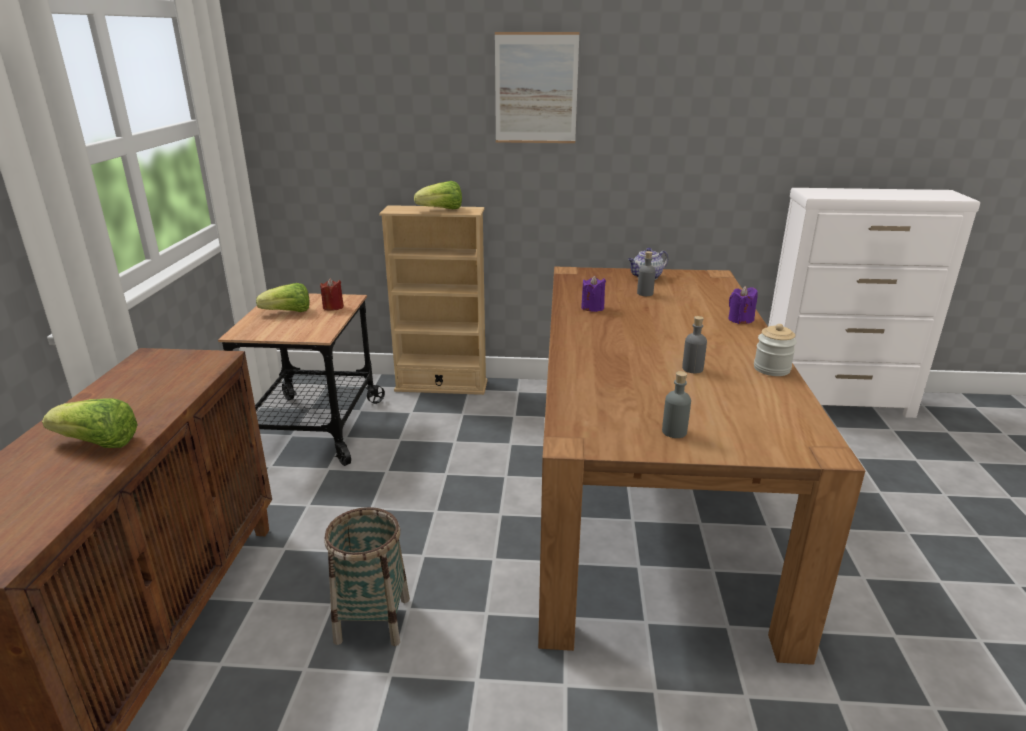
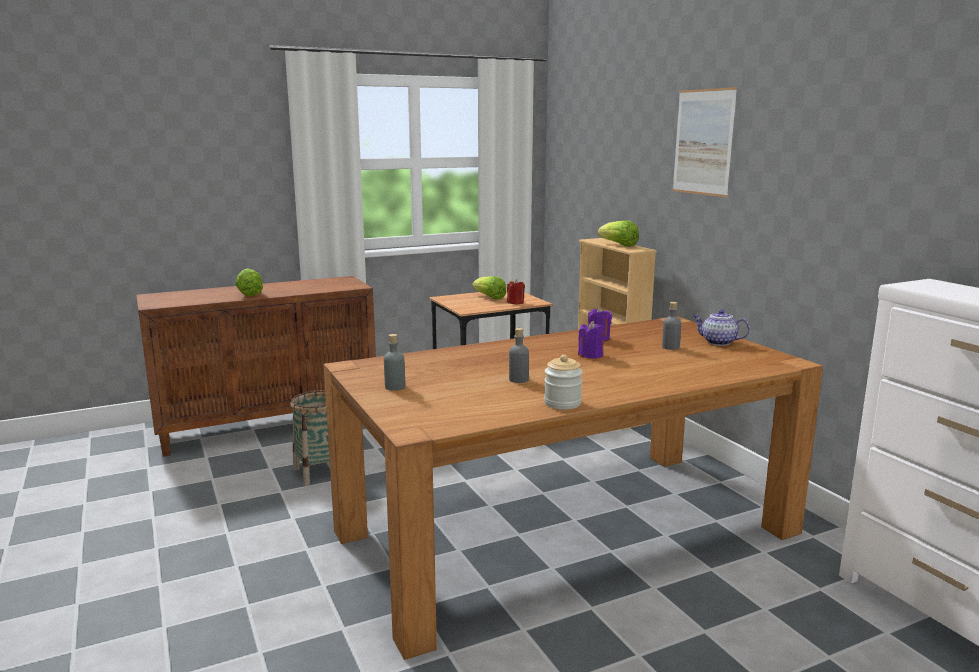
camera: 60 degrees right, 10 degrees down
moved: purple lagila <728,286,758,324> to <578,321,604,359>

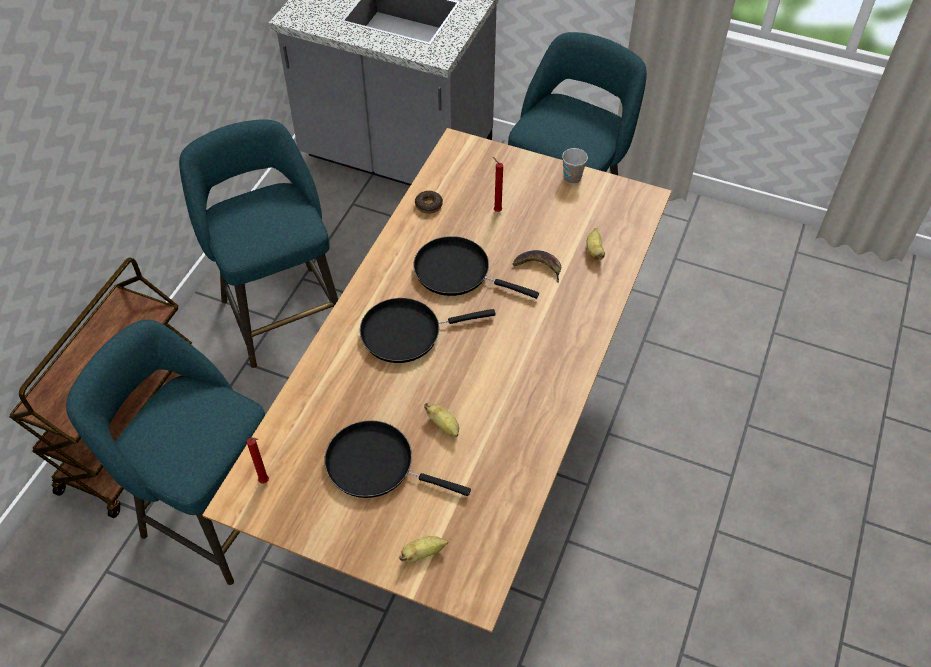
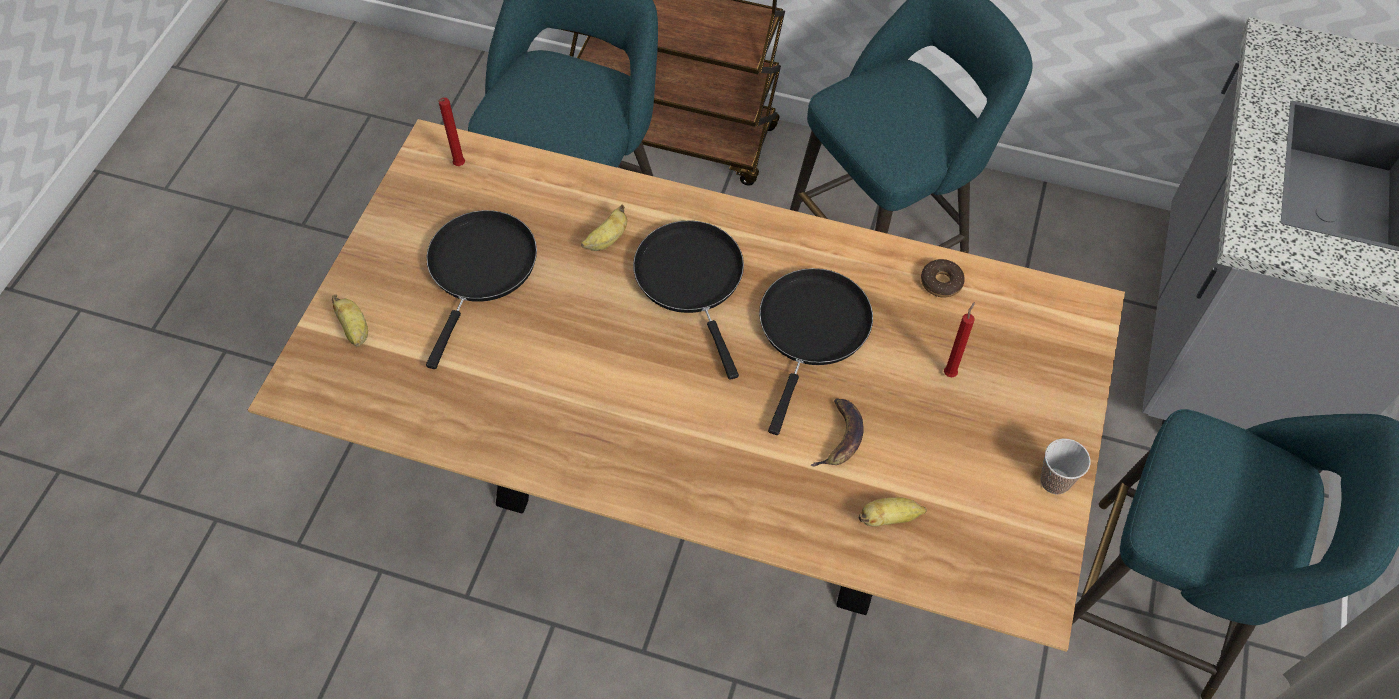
camera: 85 degrees right, 5 degrees up
moved: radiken <424,403,459,437> to <581,204,627,251>

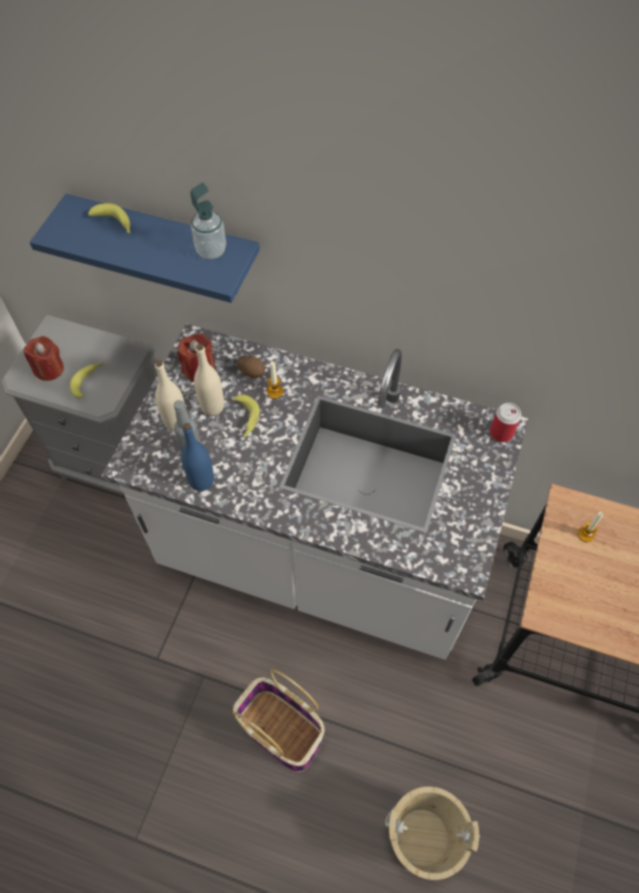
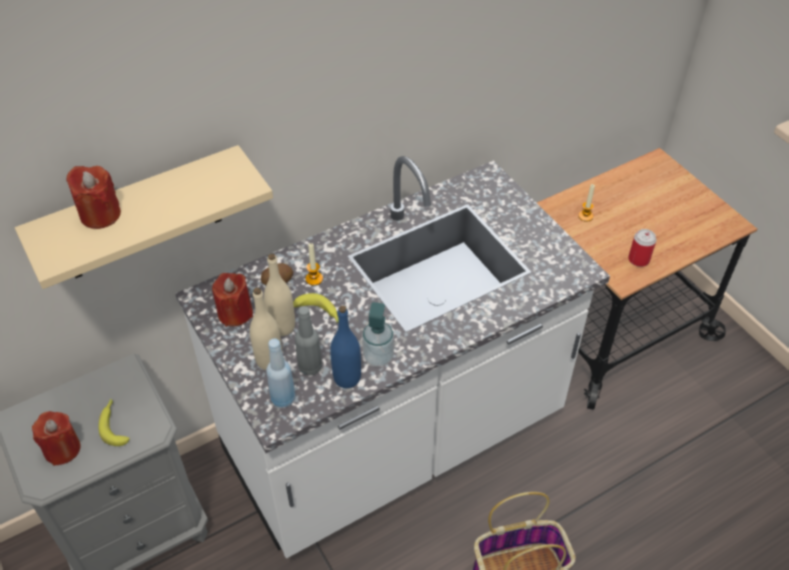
camera: 50 degrees left, 10 degrees down
removed: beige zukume <385,786,480,880>
added: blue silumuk <266,338,295,408>
moved: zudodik <190,183,226,259> to <362,302,394,367>; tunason <490,403,521,442> to <628,229,656,267>
replaced: radiken <88,203,131,234> to red lagila <66,166,121,229>
recoloured: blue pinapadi <30,194,260,303> to beige pinapadi <15,145,273,289>

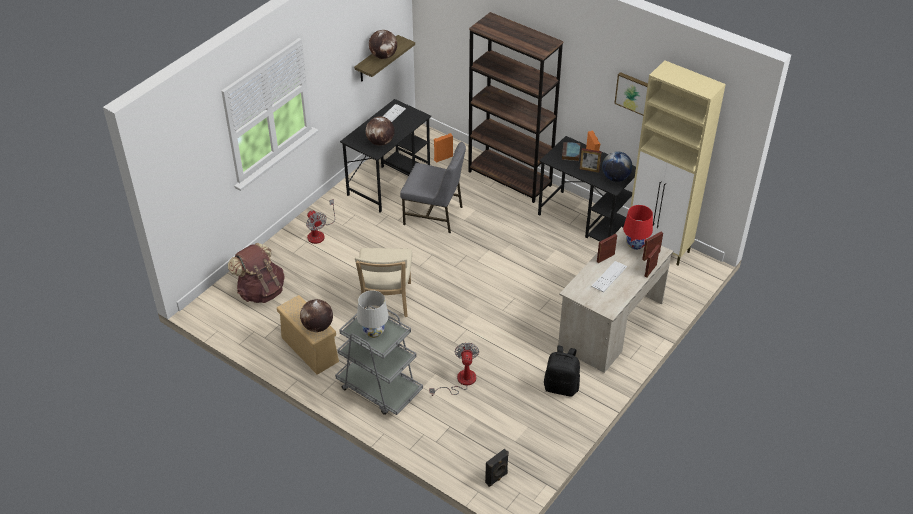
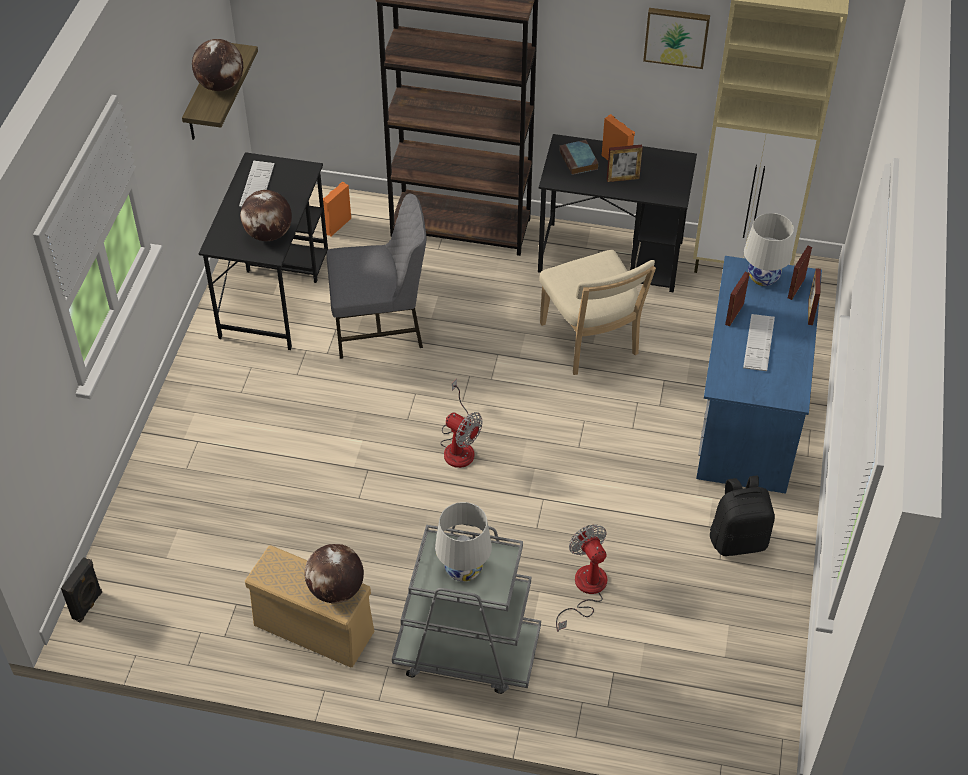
camera: 25 degrees left, 5 degrees up
removed: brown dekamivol <228,243,285,303>; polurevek <602,151,632,182>
moved: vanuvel <306,199,335,244> to <440,379,483,468>; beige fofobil <355,248,412,317> to <539,250,656,375>; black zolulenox <485,449,509,487> to <61,557,102,623>
recoloured: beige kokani <558,227,673,373> to blue kokani <696,256,822,494>; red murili <623,205,653,250> to white murili <744,213,794,286>

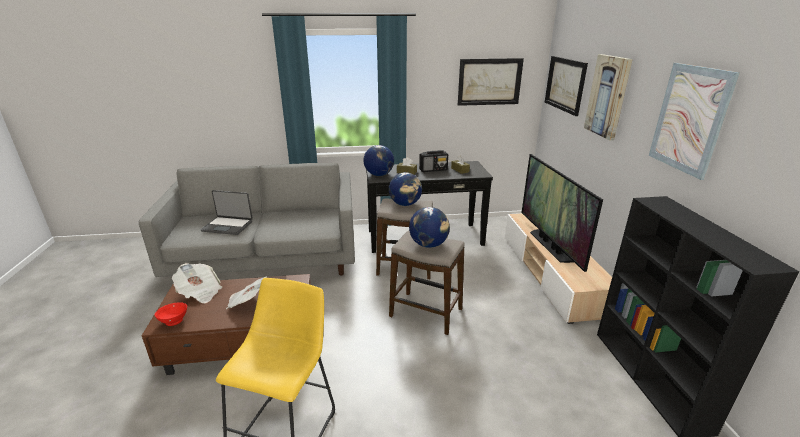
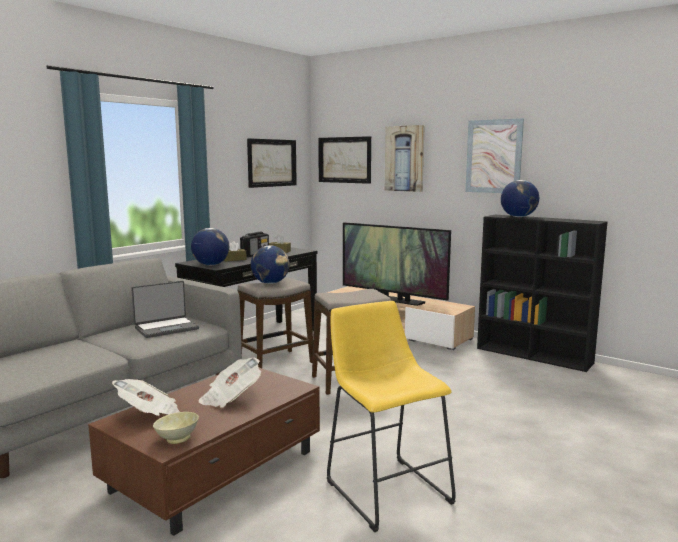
camera: 45 degrees left, 15 degrees down
moved: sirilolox <200,190,253,235> to <131,281,199,338>; polurevek <409,207,450,248> to <501,180,539,217>
recoloured: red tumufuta <155,302,187,326> to beige tumufuta <153,412,199,444>

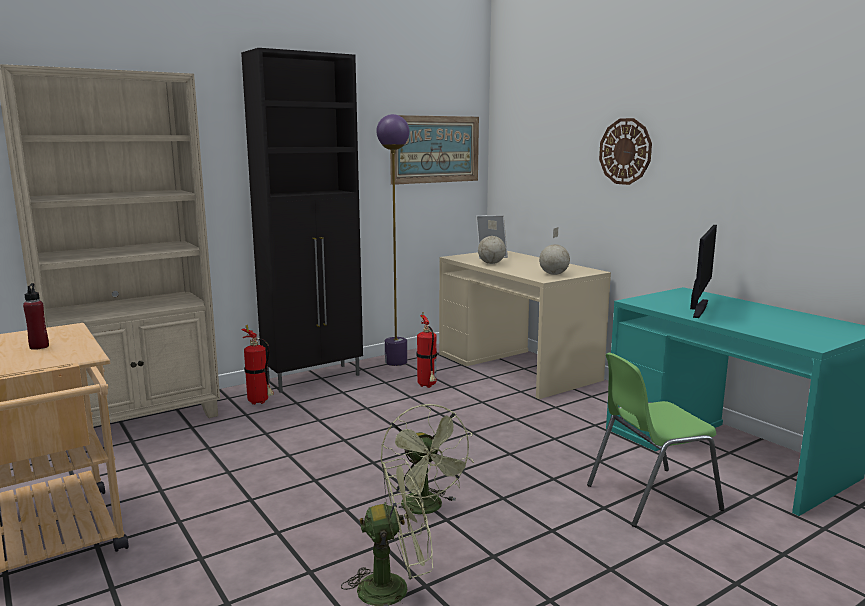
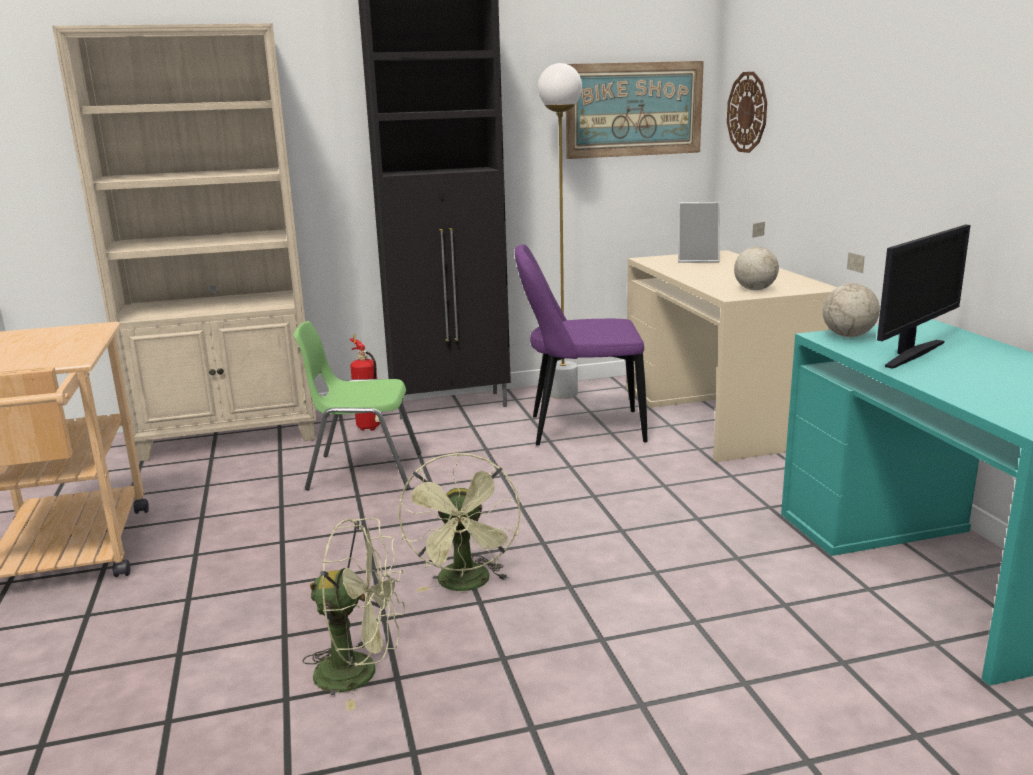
camera: 20 degrees right, 5 degrees up
removed: red silumuk <23,283,49,350>
moved: polurevek <478,220,506,264> to <823,252,880,337>; green fofobil <587,353,725,527> to <294,321,421,490>; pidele <599,118,652,185> to <727,72,767,153>
replaced: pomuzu <416,313,437,388> to purple fofobil <515,244,647,445>
recoloured: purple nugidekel <376,114,410,366> to white nugidekel <538,63,582,399>

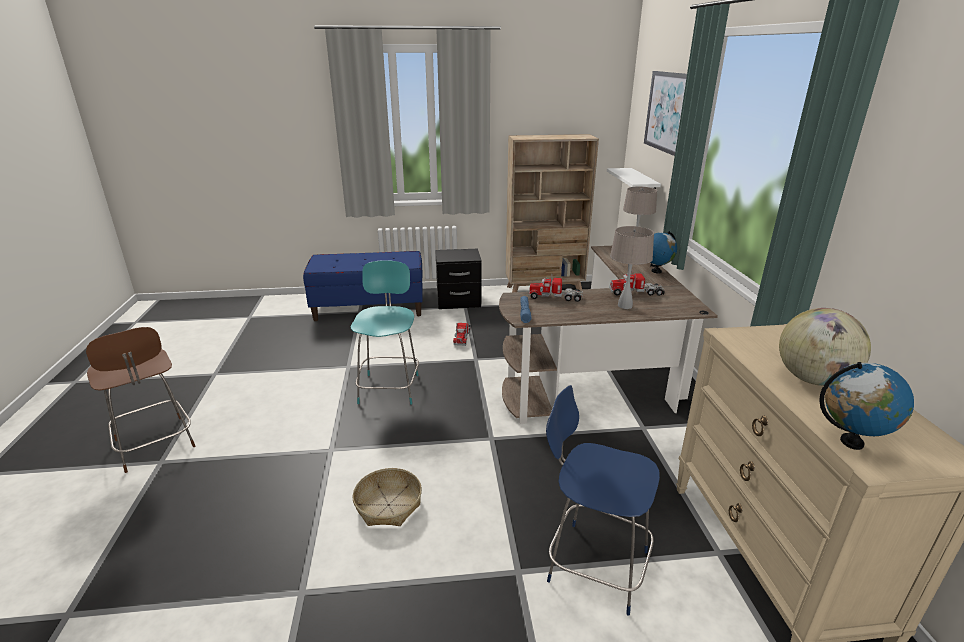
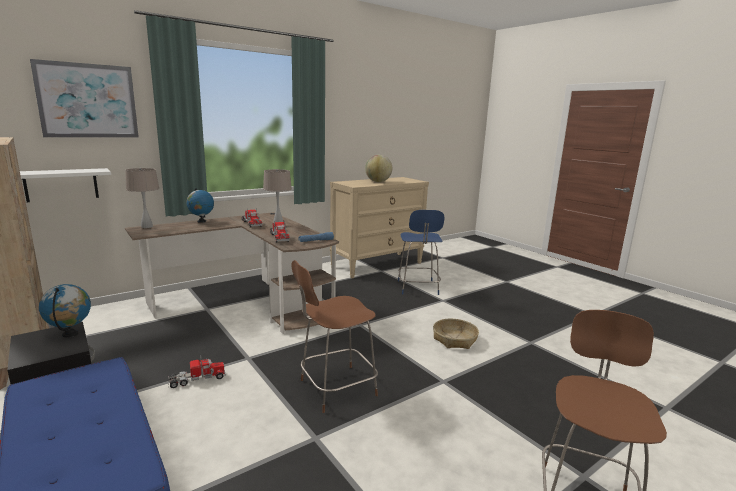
camera: 120 degrees left, 10 degrees down
moved: polurevek <819,362,914,450> to <39,284,91,337>
recoloured: turquoise fofobil <351,260,419,405> to brown fofobil <291,260,378,413>

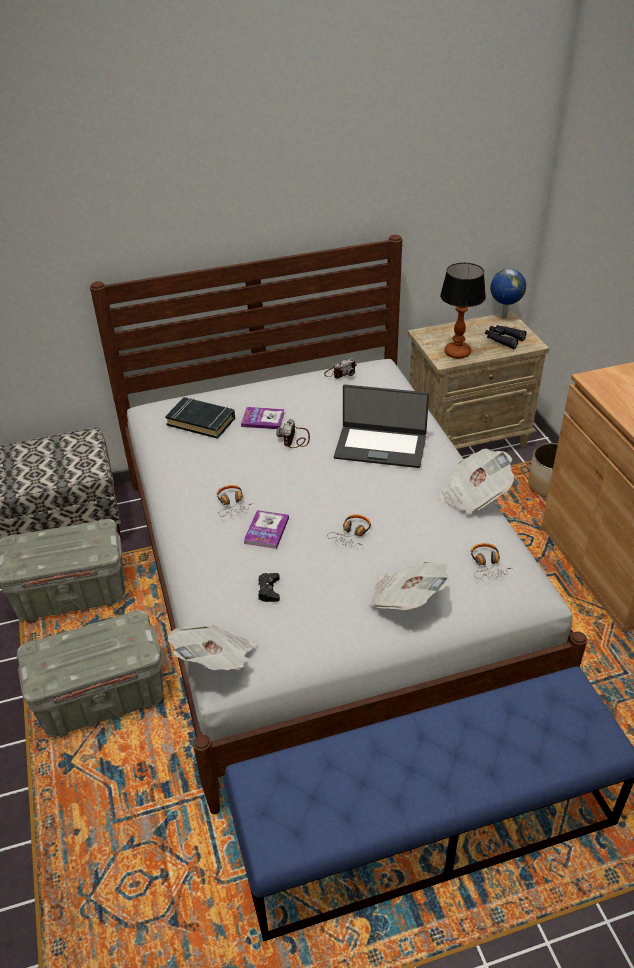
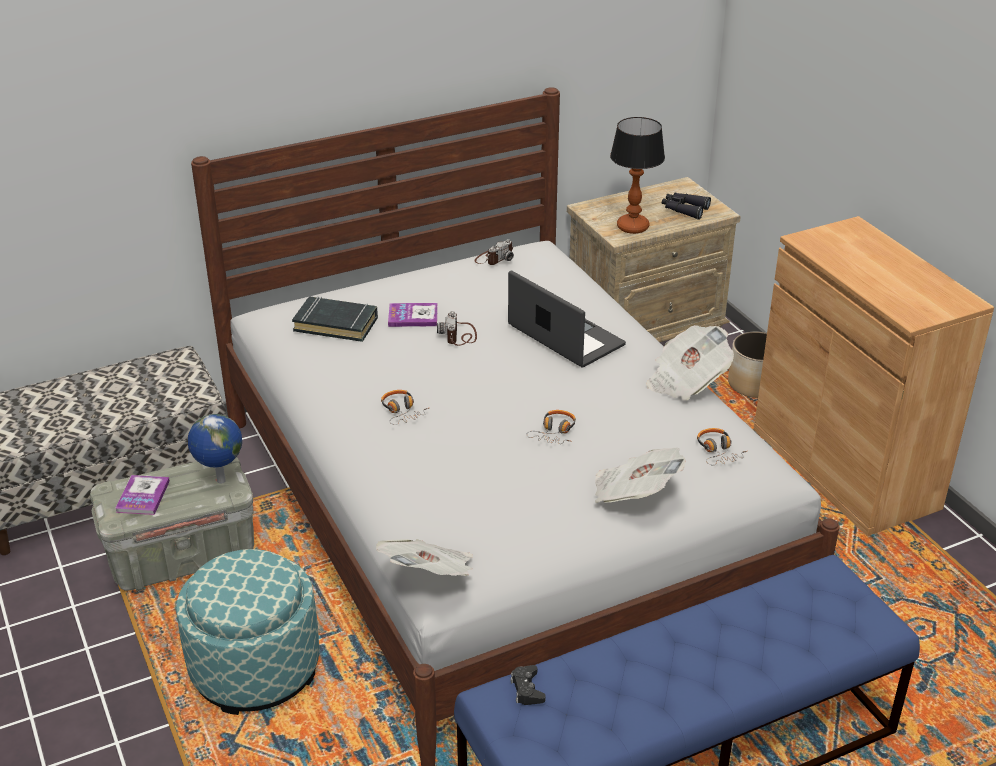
camera: 10 degrees left, 5 degrees down
moved: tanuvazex <244,510,289,549> to <115,475,170,515>; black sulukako <258,573,280,602> to <510,665,546,705>; polurevek <490,269,526,318> to <188,414,242,484>
replaced: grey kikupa <17,610,163,737> to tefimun <176,549,319,715>
turned: sirilolox <334,385,429,468> = <508,270,626,368> 135 degrees counterclockwise

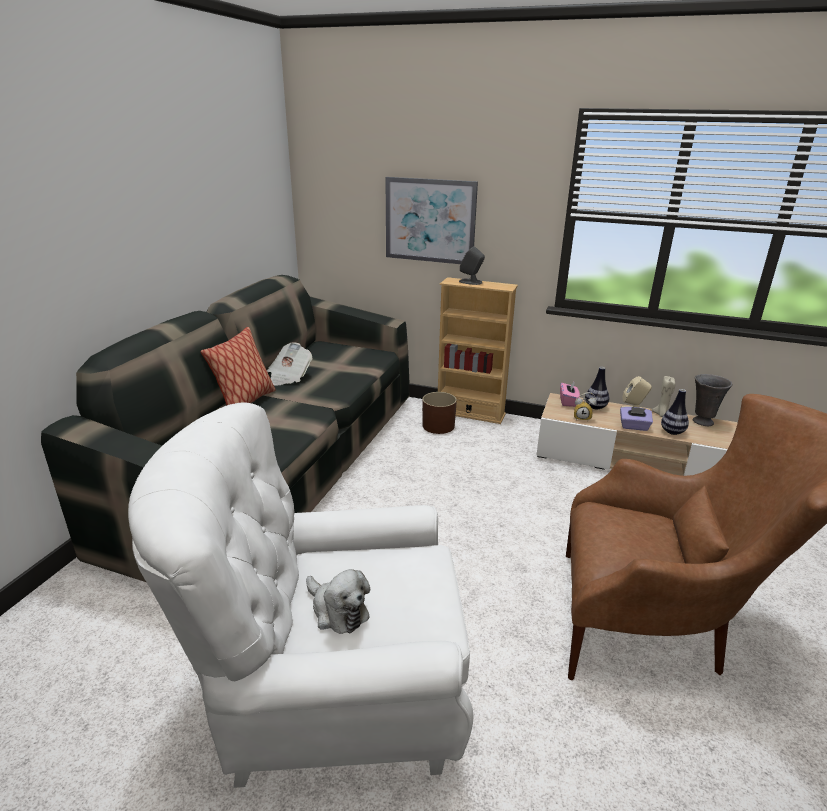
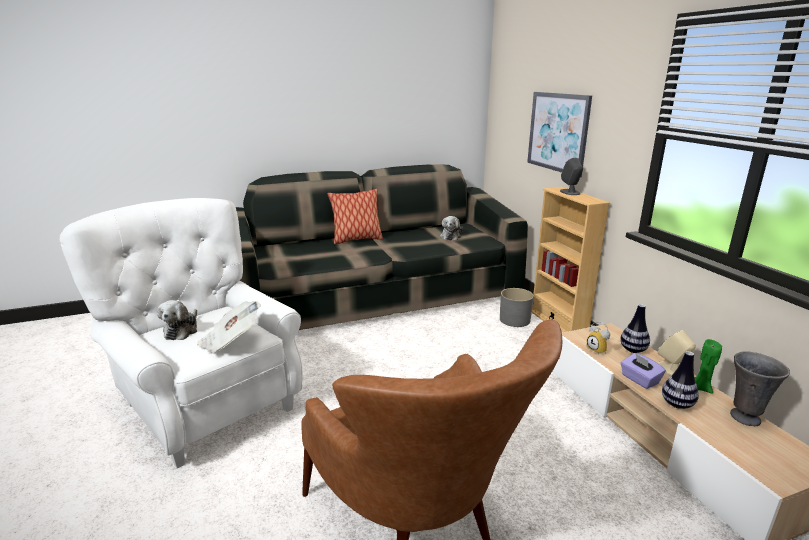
camera: 50 degrees right, 5 degrees down
removed: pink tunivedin <560,381,580,407>
added: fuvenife <440,216,463,241>
moved: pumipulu <267,342,312,386> to <197,301,261,354>
recoloured: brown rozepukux <422,392,457,434> to grey rozepukux <500,288,534,327>; beige lagila <652,376,675,417> to green lagila <695,339,722,394>

